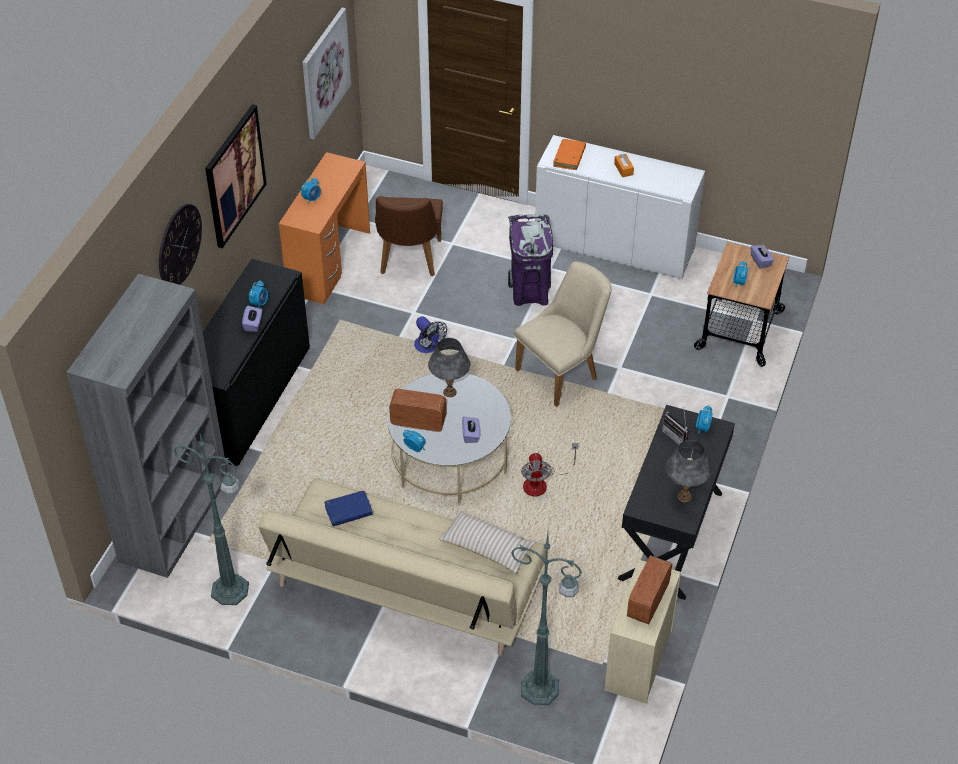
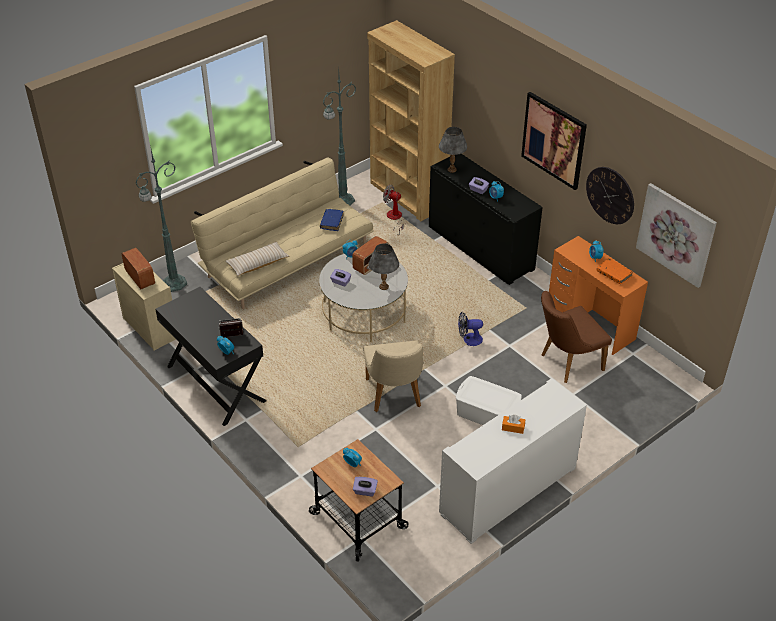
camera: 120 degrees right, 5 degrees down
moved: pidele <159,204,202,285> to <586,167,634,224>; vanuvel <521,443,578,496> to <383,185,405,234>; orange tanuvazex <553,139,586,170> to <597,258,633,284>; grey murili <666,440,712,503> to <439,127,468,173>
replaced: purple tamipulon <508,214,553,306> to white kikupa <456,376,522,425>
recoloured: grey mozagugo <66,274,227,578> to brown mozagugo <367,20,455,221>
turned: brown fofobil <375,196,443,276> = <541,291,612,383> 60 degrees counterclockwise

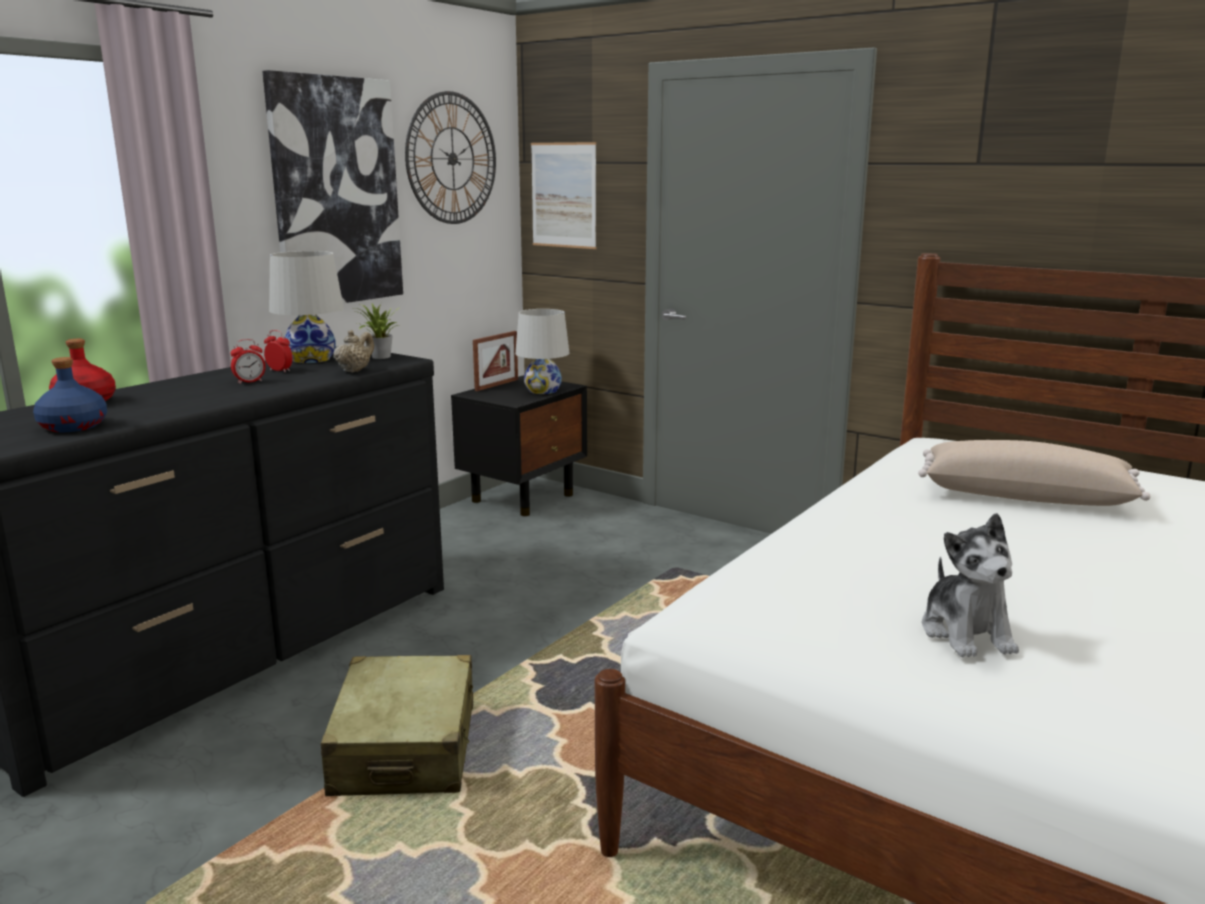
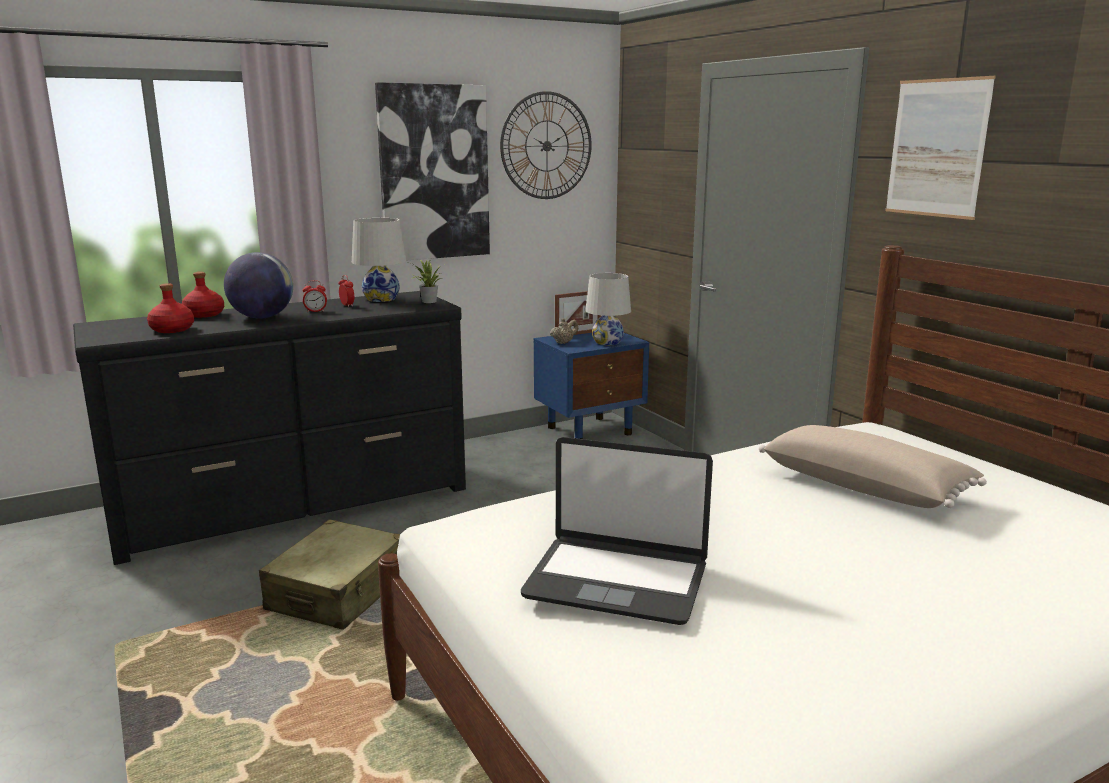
camera: 25 degrees right, 0 degrees up
added: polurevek <224,252,293,319>
moved: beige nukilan <333,330,374,373> to <550,318,578,344>; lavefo <531,142,596,249> to <885,76,996,220>
replaced: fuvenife <922,513,1019,657> to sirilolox <521,437,713,625>
recoloured: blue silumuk <33,357,107,432> to red silumuk <147,283,194,333>; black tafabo <451,375,587,516> to blue tafabo <533,333,649,439>

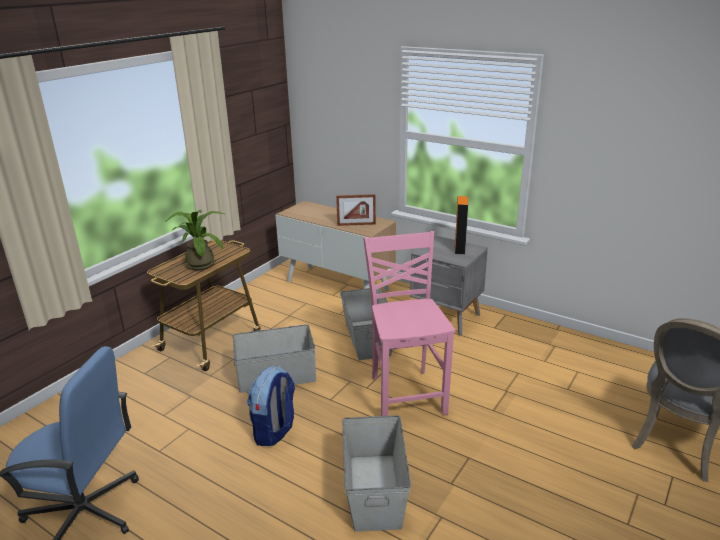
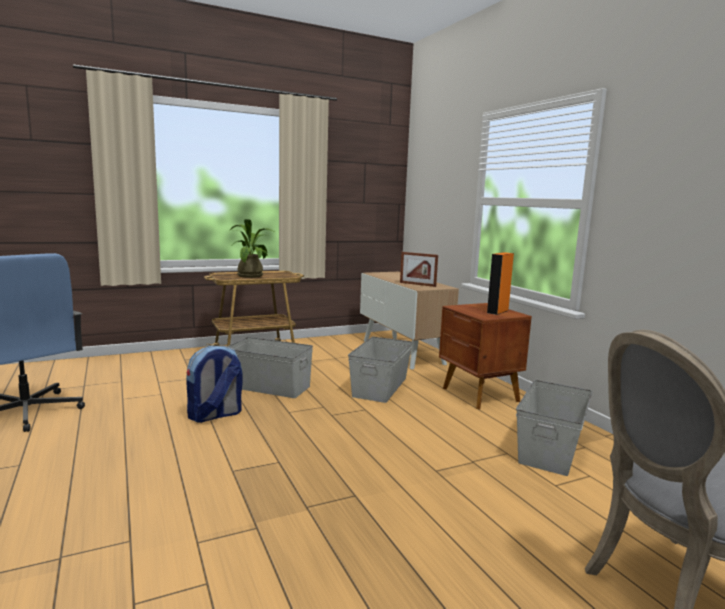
camera: 30 degrees right, 15 degrees down
removed: pink fofobil <363,231,455,416>
moved: grey kikupa <342,415,411,532> to <516,380,593,476>
recoloured: grey tafabo <410,235,488,335> to brown tafabo <439,303,532,409>

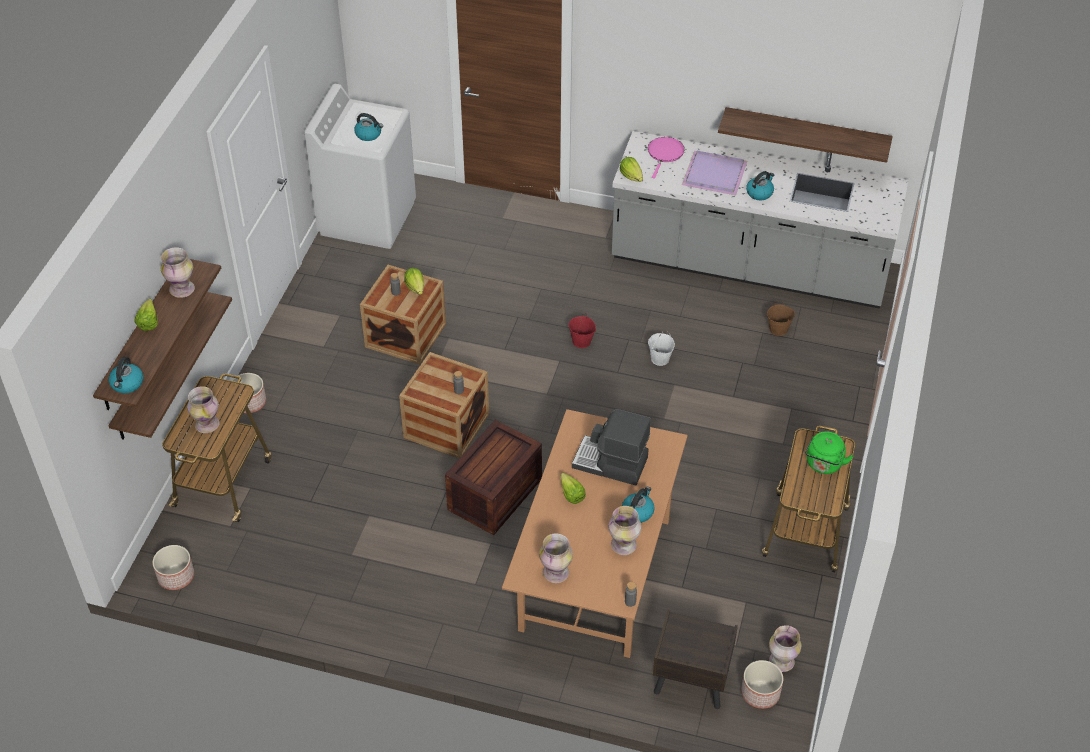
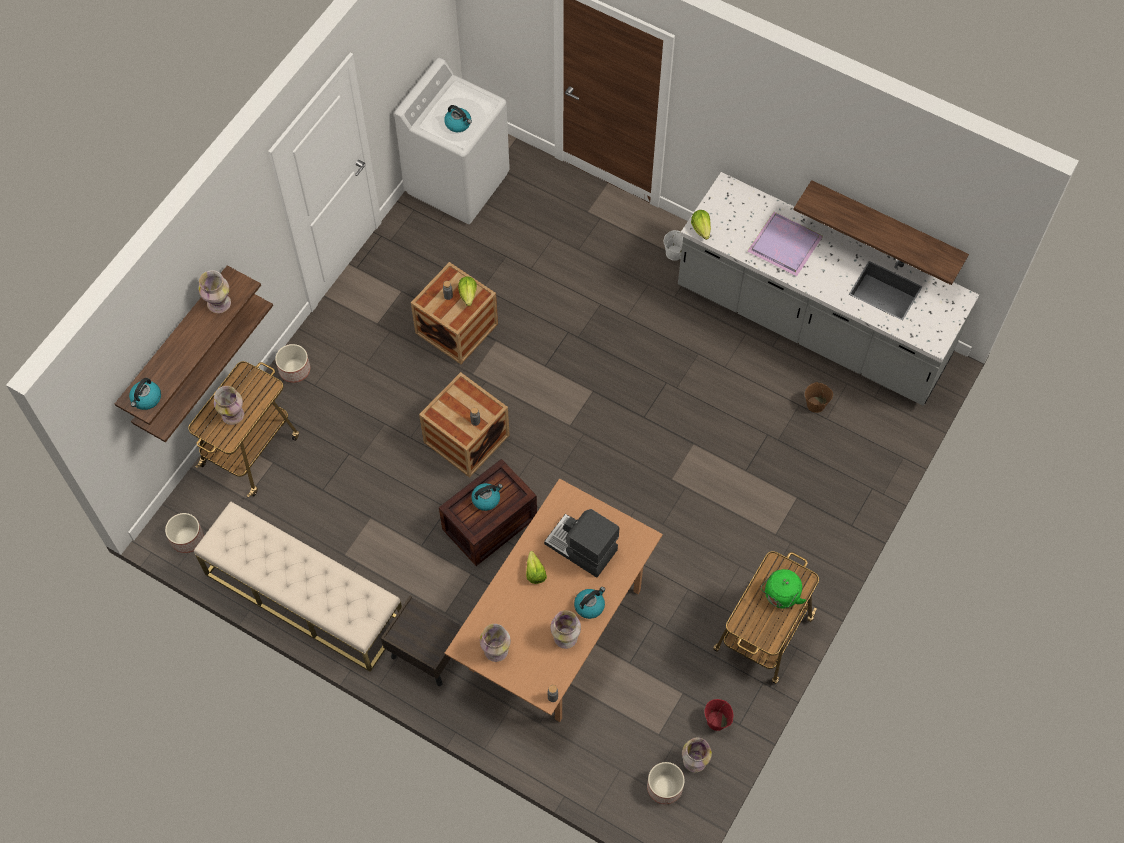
camera: 15 degrees right, 15 degrees up
removed: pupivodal <135,299,158,331>; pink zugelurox <648,137,685,179>
added: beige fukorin <194,502,402,672>
moved: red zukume <569,314,596,348> to <704,699,733,731>; white zukume <648,331,675,366> to <664,230,683,261>; brown tafabo <653,609,738,709> to <381,596,462,686>; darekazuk <746,171,774,200> to <471,483,503,511>

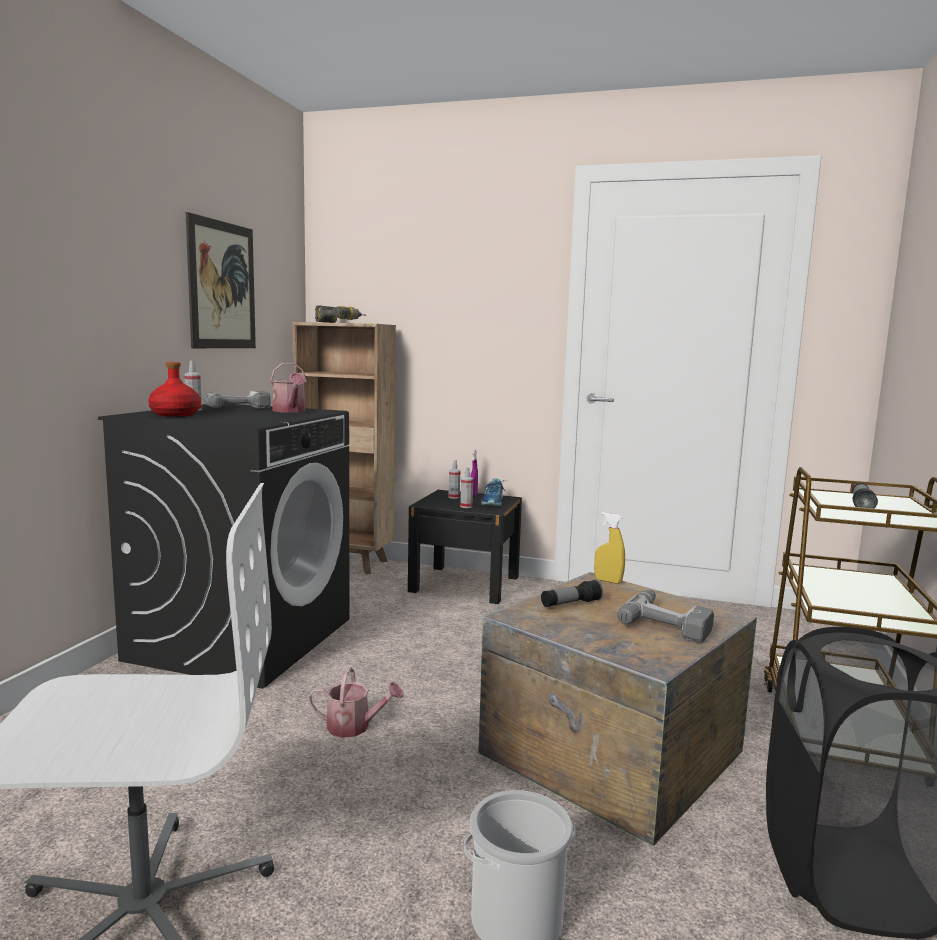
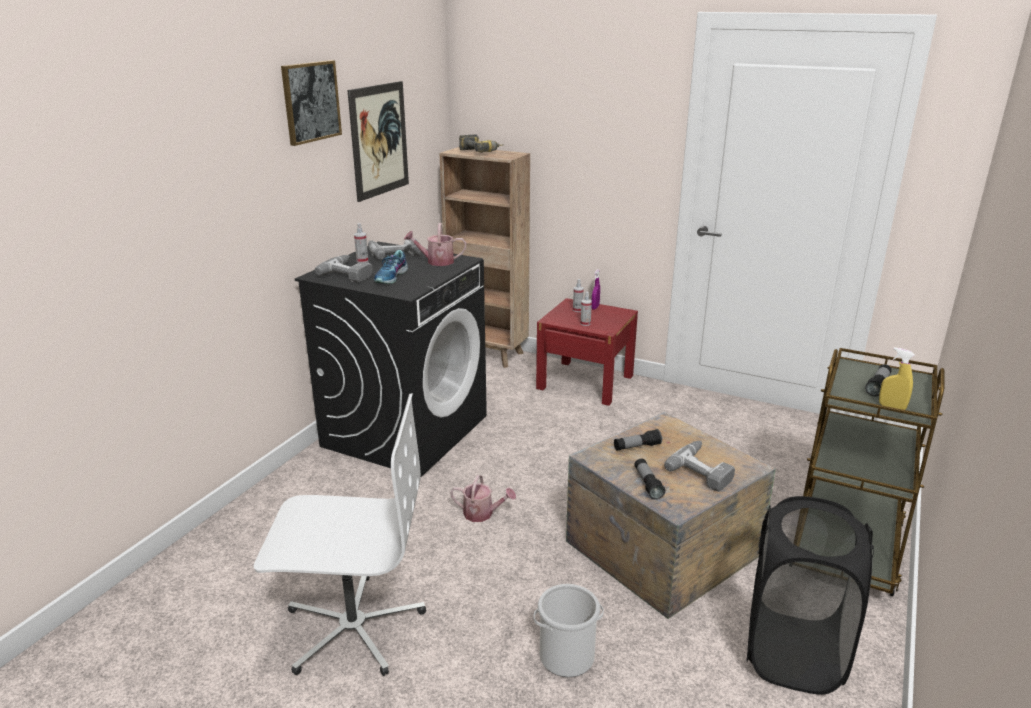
camera: 10 degrees right, 15 degrees up
added: lavefo <281,60,342,146>; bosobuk <634,459,666,500>
moved: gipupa <481,478,504,507> to <374,250,408,284>; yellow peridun <594,512,625,584> to <879,347,915,410>
replaced: red silumuk <148,362,201,417> to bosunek <315,255,372,283>
recoloured: black tafabo <408,490,522,604> to red tafabo <536,298,638,406>
turned: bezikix <270,363,307,412> = <404,223,466,266> 105 degrees clockwise

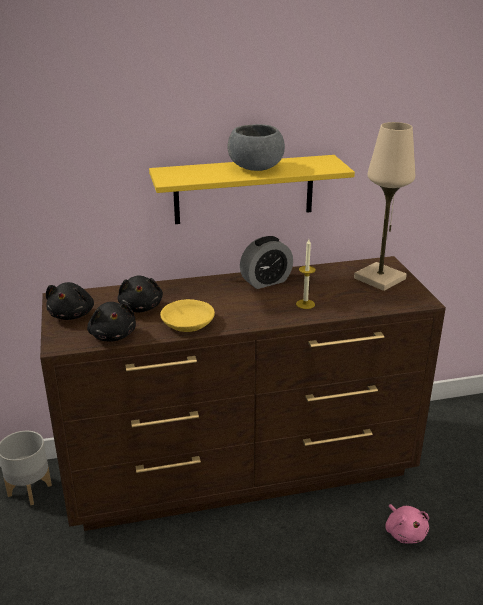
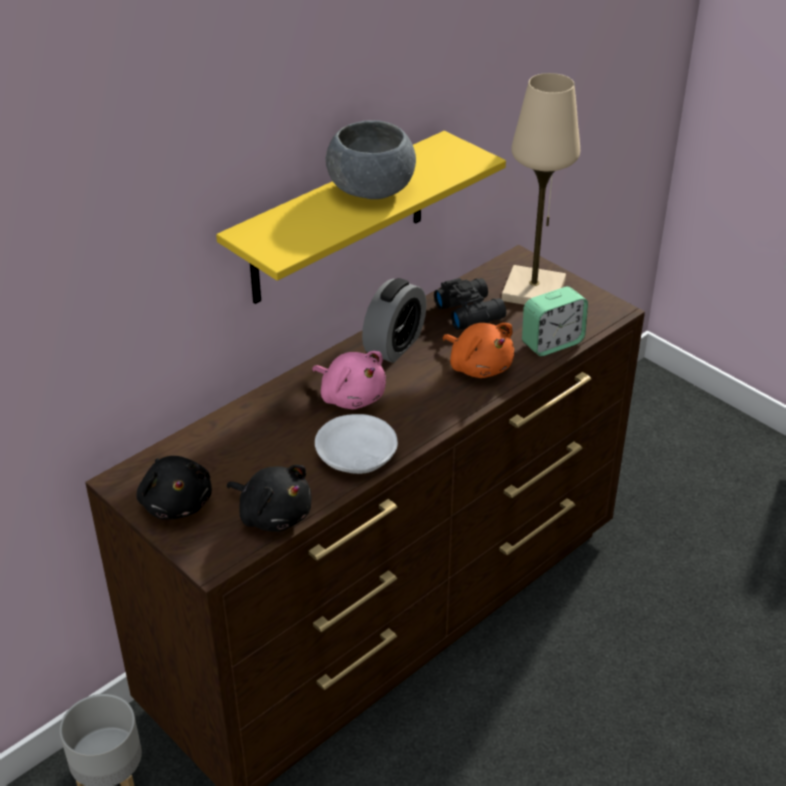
camera: 30 degrees left, 10 degrees up
removed: black fuvenife <118,275,163,313>
added: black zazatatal <434,278,506,330>; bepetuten <522,286,588,356>
moved: pink fuvenife <385,504,429,544> to <312,351,386,409>
replaced: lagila <296,239,316,309> to orange fuvenife <443,323,514,378>
recoloured: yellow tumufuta <160,299,215,332> to white tumufuta <315,414,398,474>

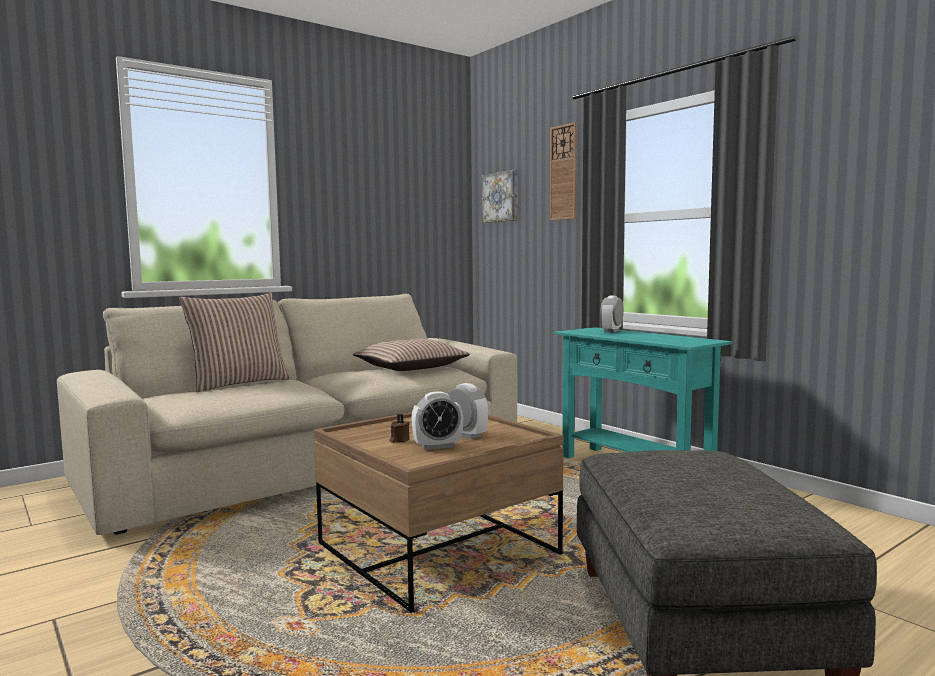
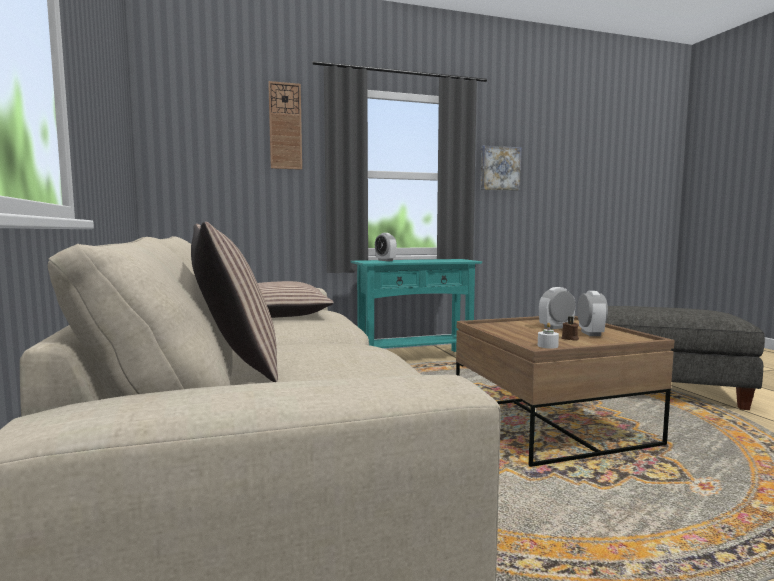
camera: 70 degrees left, 0 degrees up
added: white lagila <538,323,559,349>
moved: lavefo <482,170,517,223> to <481,145,521,191>

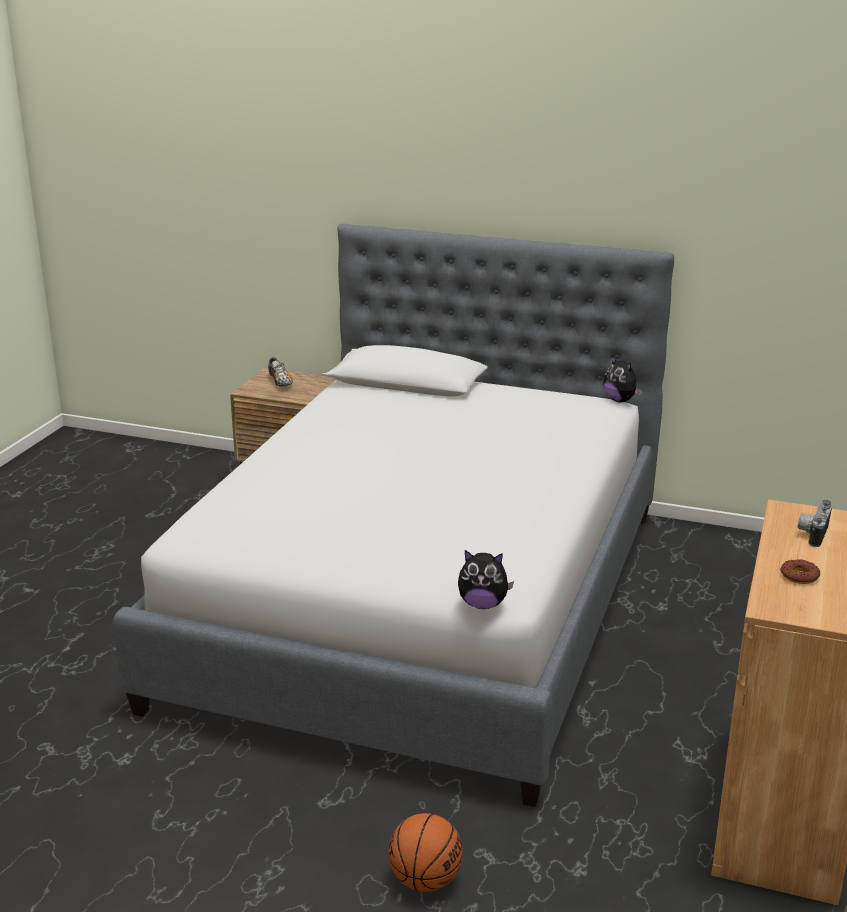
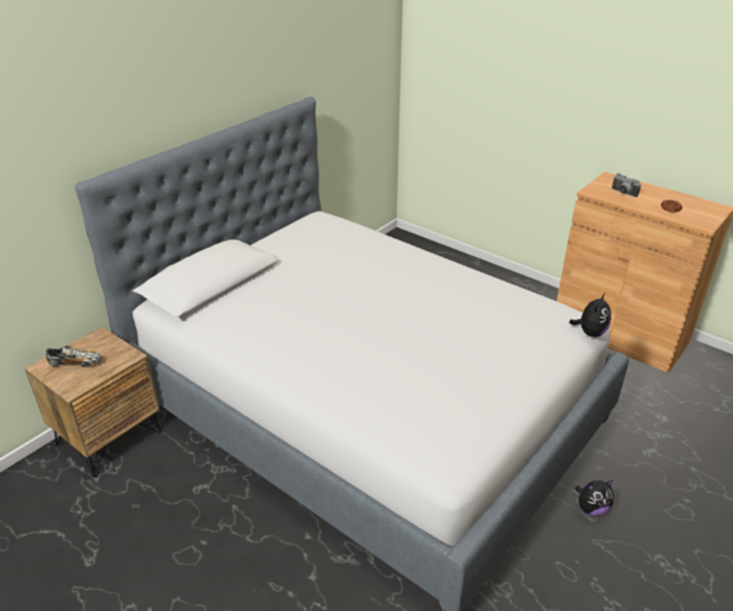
camera: 70 degrees left, 10 degrees up
removed: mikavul <388,813,463,892>
moved: fuvenife <603,355,642,402> to <575,480,614,516>

